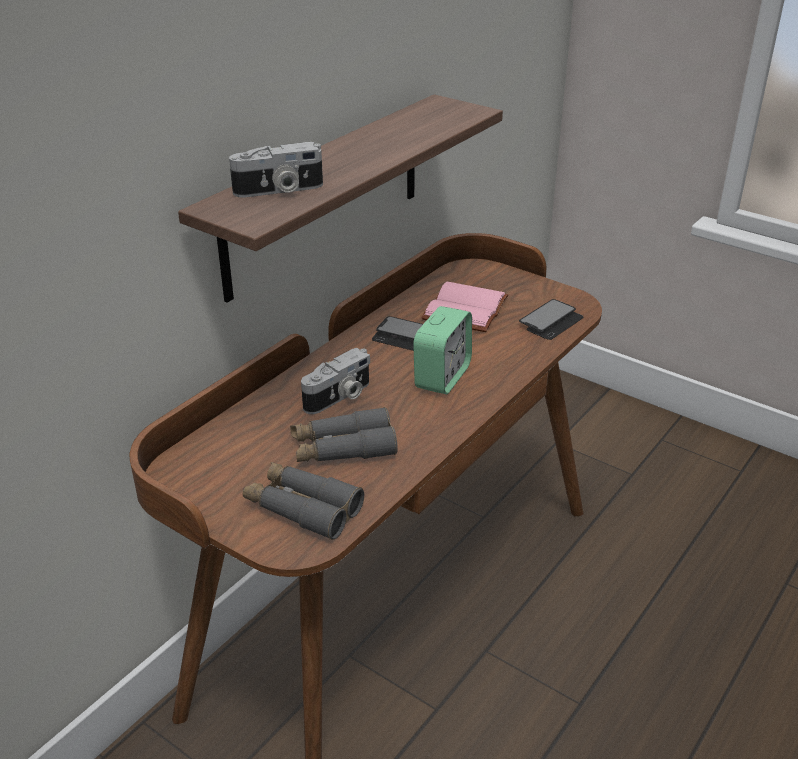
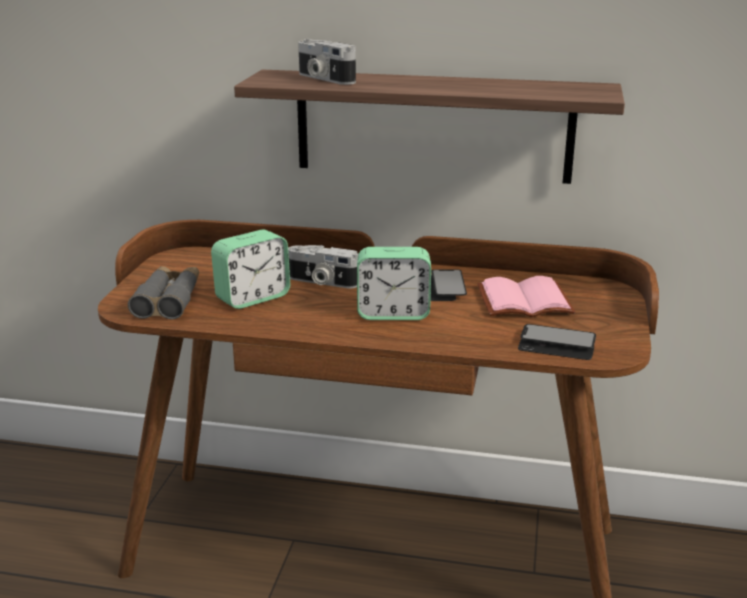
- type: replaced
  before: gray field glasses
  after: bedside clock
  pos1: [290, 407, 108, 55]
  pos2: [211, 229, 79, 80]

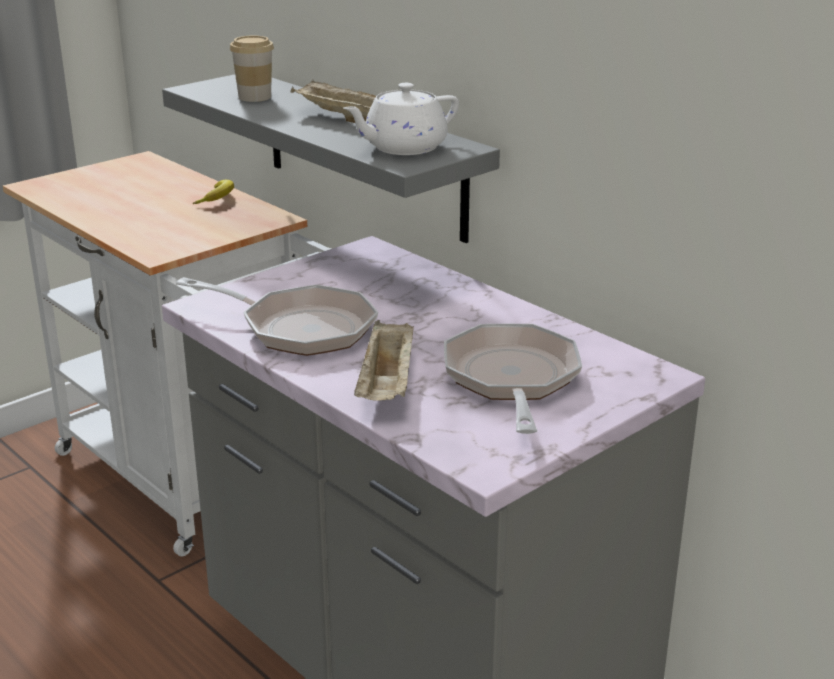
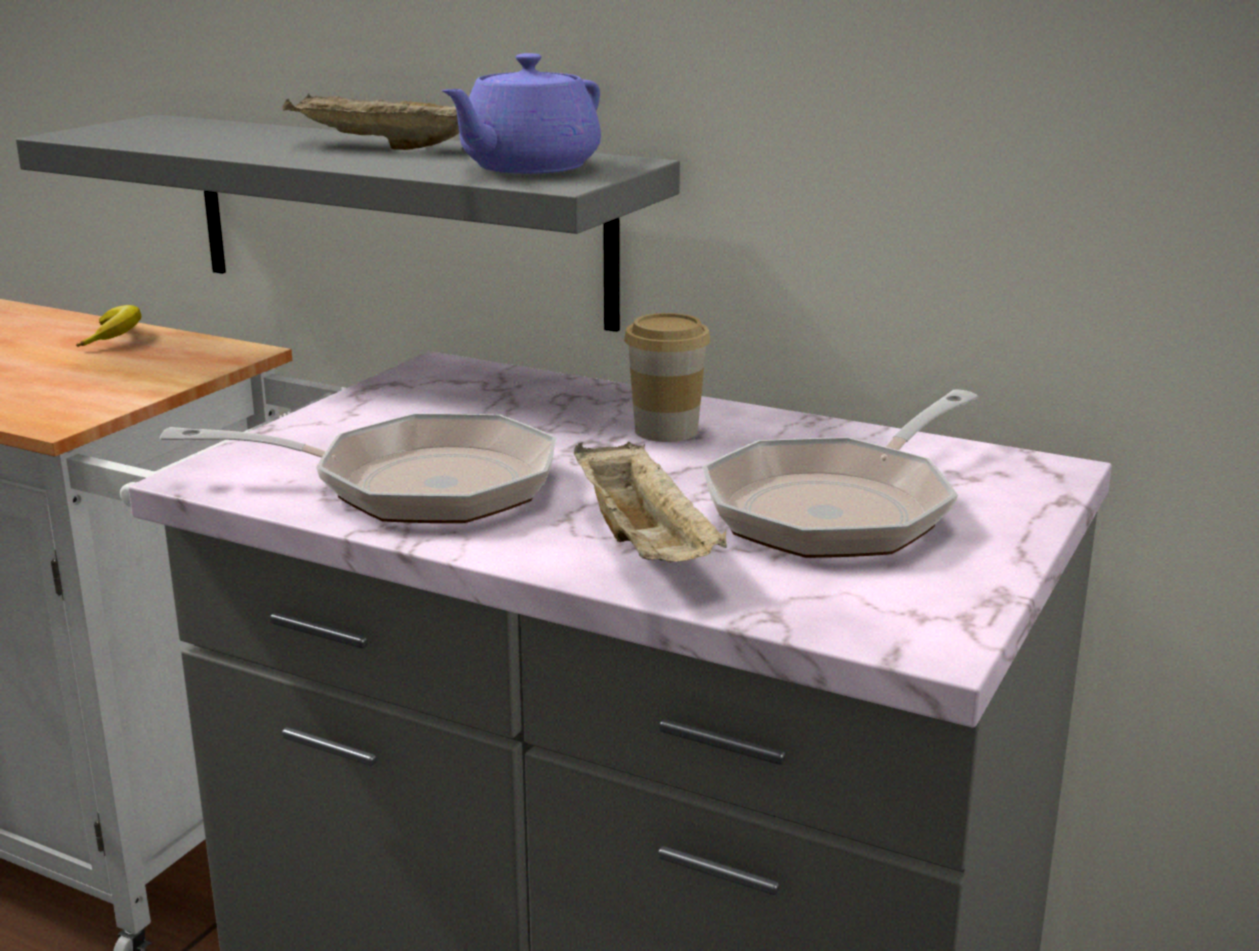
- type: moved
  before: small cup
  pos1: [230, 35, 44, 67]
  pos2: [624, 313, 87, 129]
- type: recoloured
  before: white-coloured pot for tea
  after: purple pot for tea
  pos1: [343, 83, 116, 72]
  pos2: [442, 53, 159, 121]
- type: turned
  before: frying pan
  pos1: [444, 324, 138, 110]
  pos2: [703, 390, 275, 168]
  turn: -120

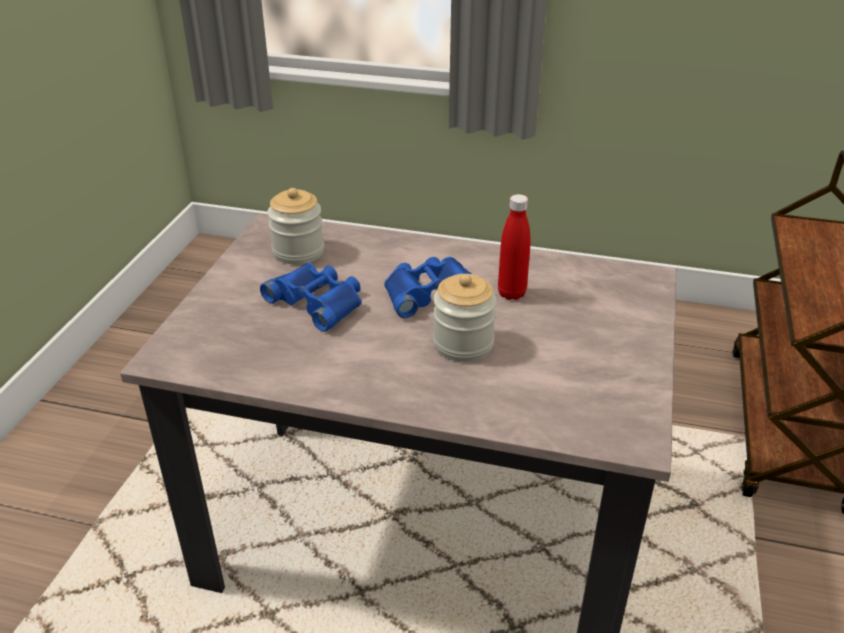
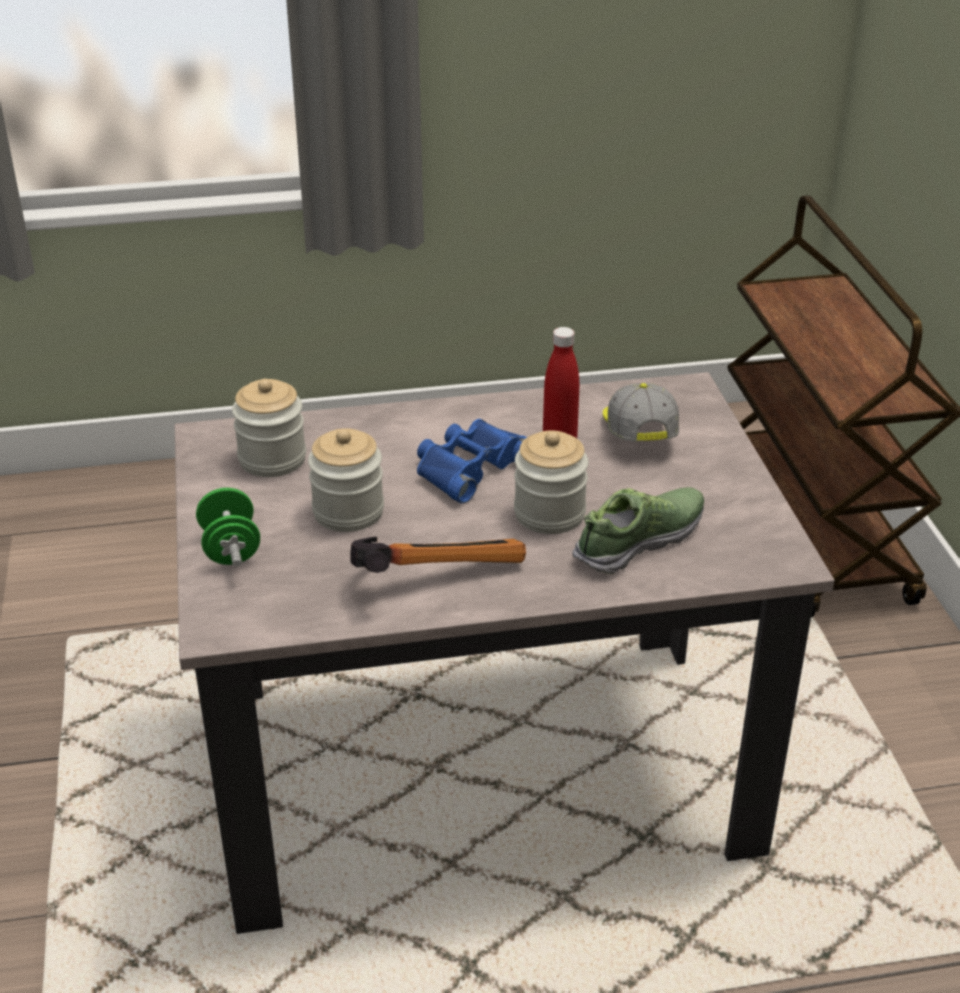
- type: replaced
  before: bluish field glasses
  after: jar
  pos1: [260, 263, 101, 69]
  pos2: [308, 428, 76, 104]
- type: added
  after: green free weight
  pos2: [196, 488, 64, 79]
- type: added
  after: hammer
  pos2: [350, 537, 176, 36]
- type: added
  after: shoe
  pos2: [573, 487, 131, 87]
- type: added
  after: cap
  pos2: [603, 383, 76, 58]

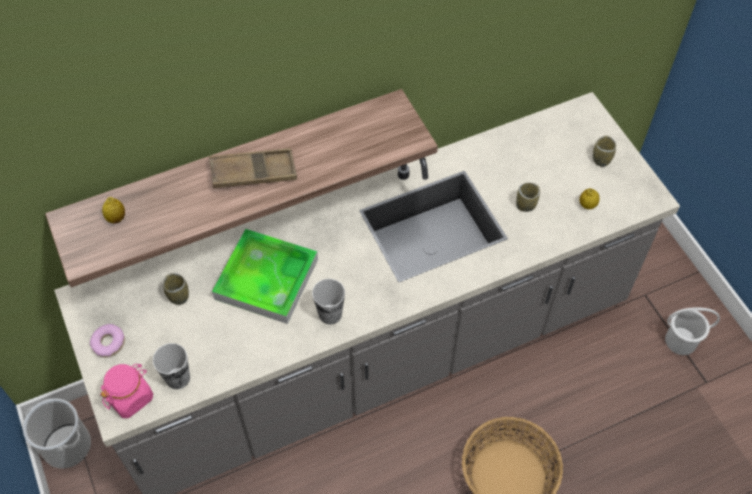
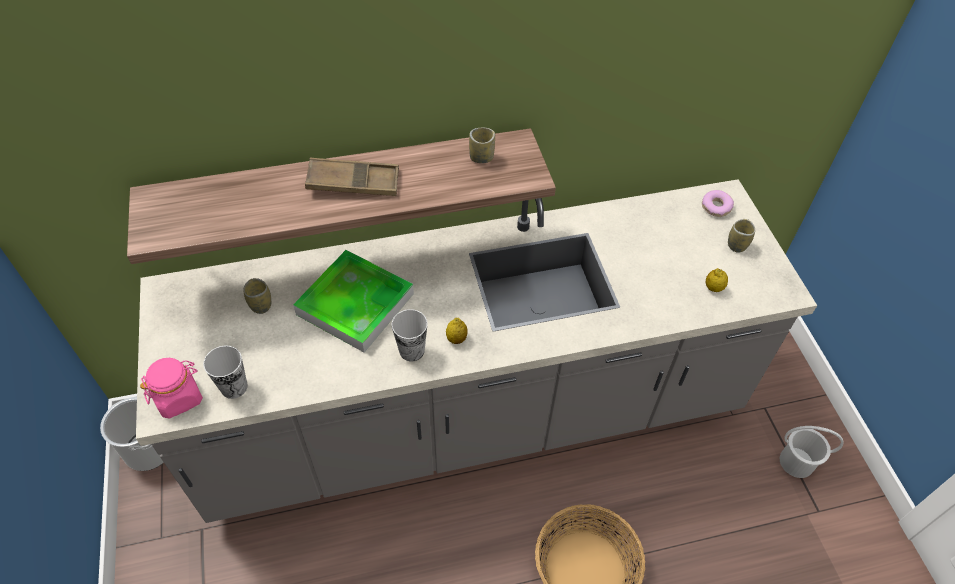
- type: moved
  before: donut
  pos1: [90, 324, 35, 34]
  pos2: [702, 190, 32, 27]
- type: moved
  before: lemon
  pos1: [102, 197, 23, 27]
  pos2: [446, 318, 22, 26]
- type: moved
  before: small cup
  pos1: [516, 182, 24, 30]
  pos2: [469, 128, 26, 35]

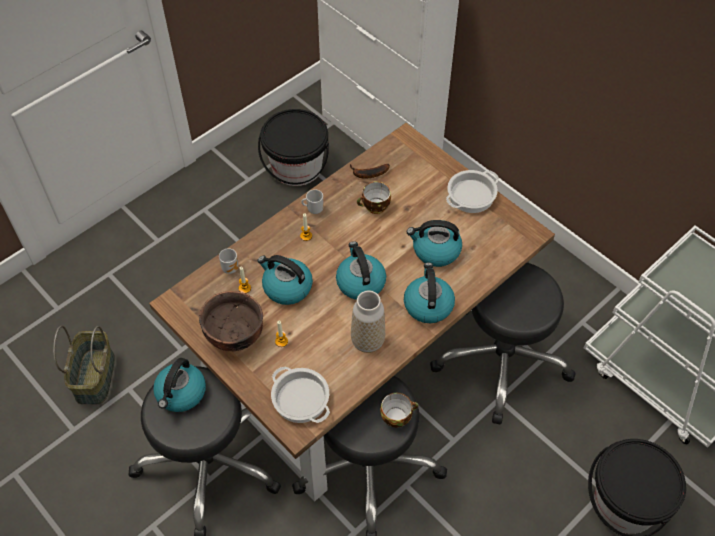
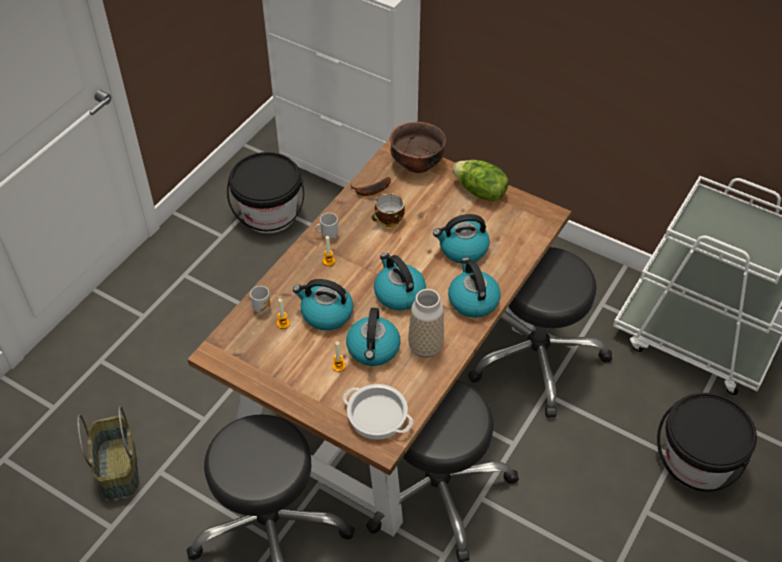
- type: moved
  before: tea kettle
  pos1: [153, 358, 53, 54]
  pos2: [346, 308, 54, 58]
- type: moved
  before: brown-coloured serving bowl
  pos1: [199, 291, 64, 60]
  pos2: [390, 122, 56, 51]
- type: removed
  before: small cup
  pos1: [380, 393, 38, 35]
- type: replaced
  before: cooking pot
  after: lettuce
  pos1: [446, 170, 53, 43]
  pos2: [453, 160, 56, 42]

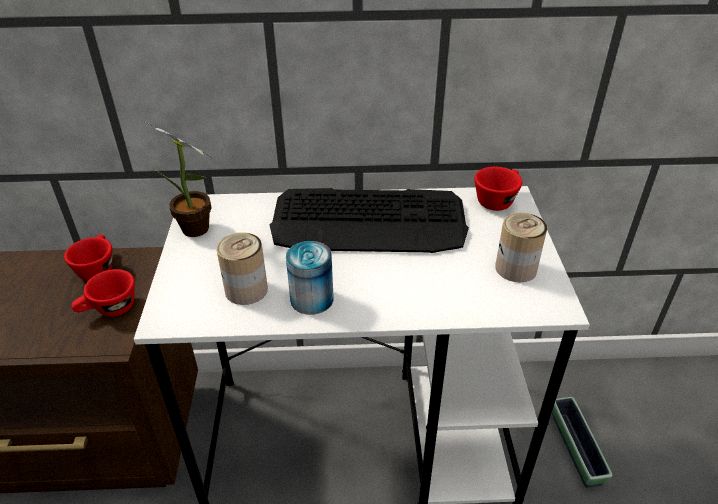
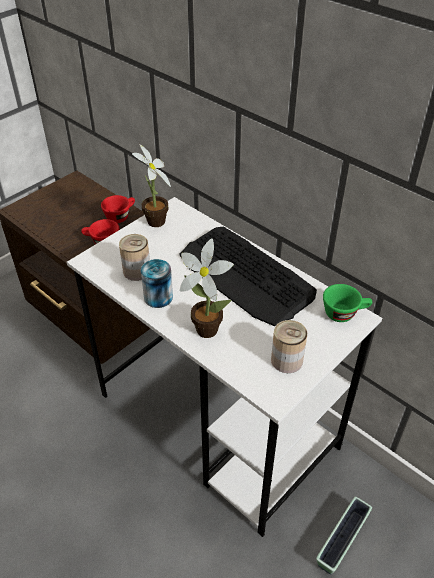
- type: recoloured
  before: red-coloured small cup
  after: green small cup
  pos1: [474, 167, 48, 44]
  pos2: [323, 284, 49, 38]
- type: added
  after: houseplant
  pos2: [180, 238, 54, 100]

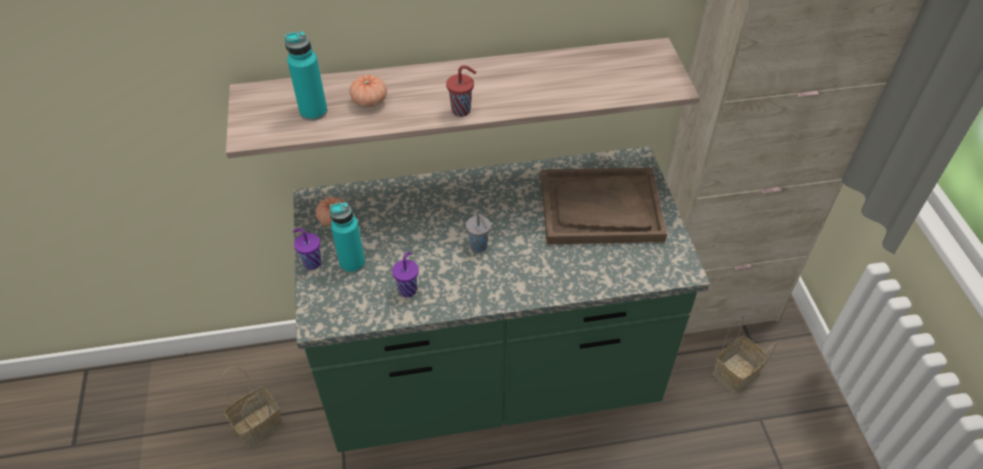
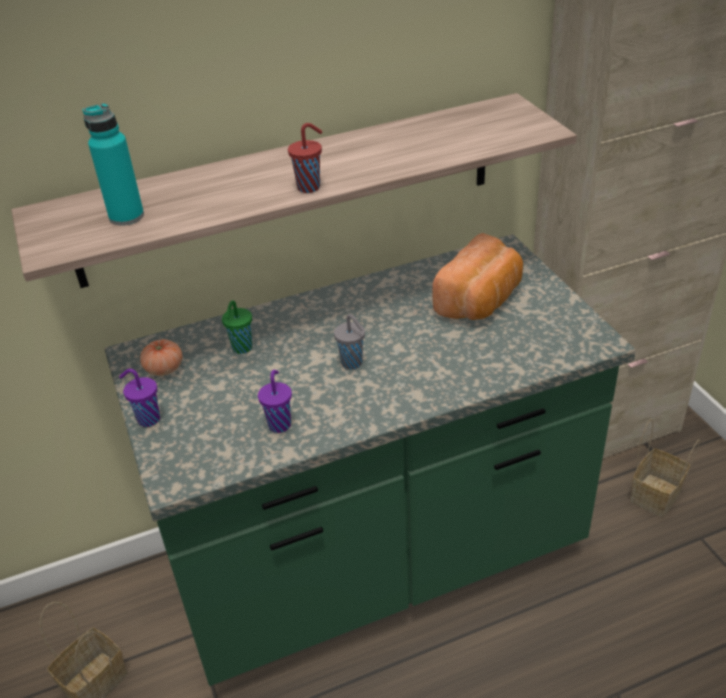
- type: removed
  before: blue-green bottle
  pos1: [329, 202, 36, 71]
- type: removed
  before: fresh tomato
  pos1: [350, 75, 37, 33]
- type: replaced
  before: brown-coloured tray
  after: bakery bread
  pos1: [541, 168, 126, 76]
  pos2: [432, 233, 91, 87]
- type: added
  after: green small cup
  pos2: [222, 300, 30, 54]

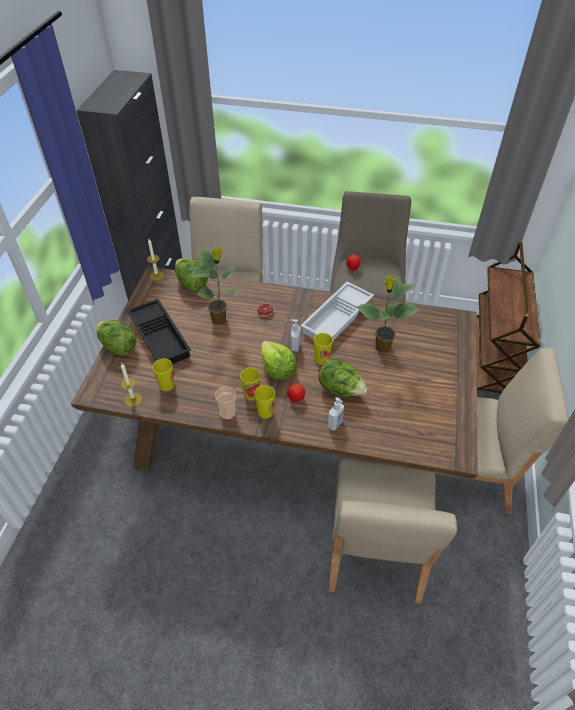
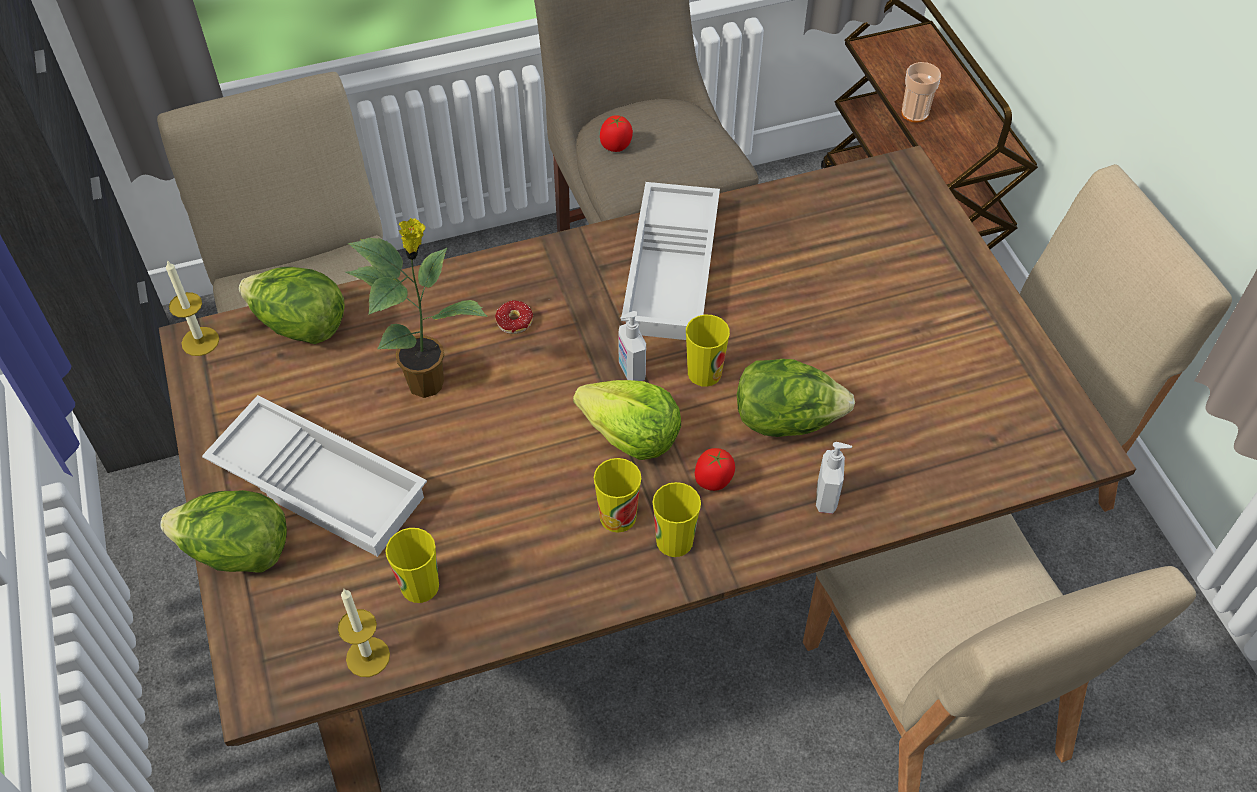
- type: recoloured
  before: black-coloured tray
  after: white-coloured tray
  pos1: [127, 299, 64, 65]
  pos2: [202, 395, 225, 162]
- type: moved
  before: small cup
  pos1: [215, 386, 21, 34]
  pos2: [902, 62, 39, 61]
- type: removed
  before: houseplant
  pos1: [355, 275, 65, 78]

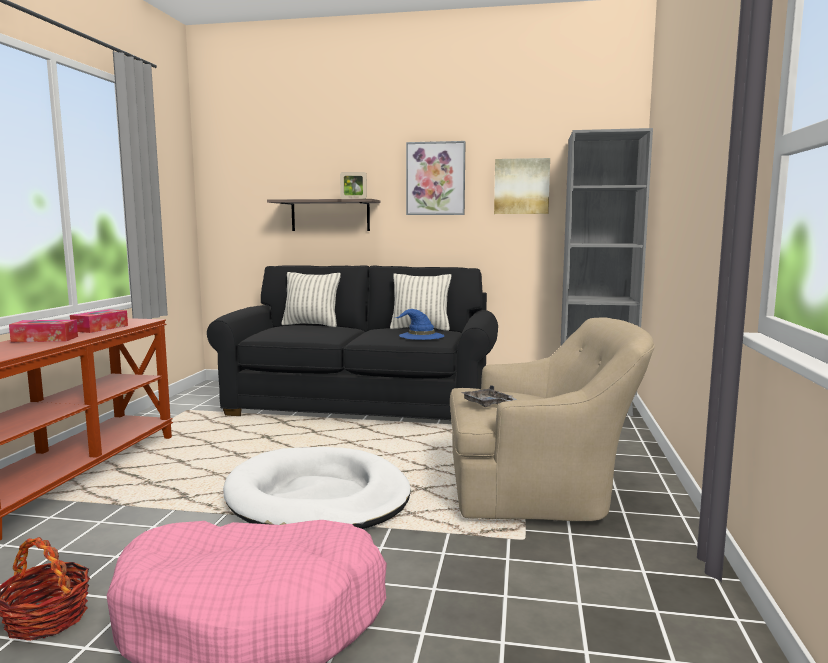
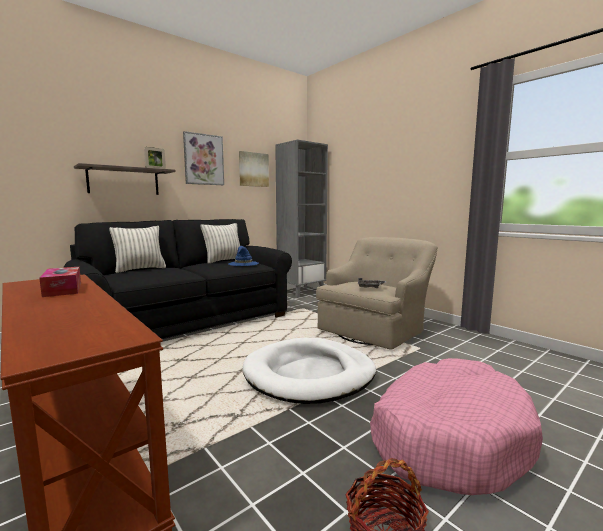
- type: removed
  before: tissue box
  pos1: [9, 320, 69, 22]

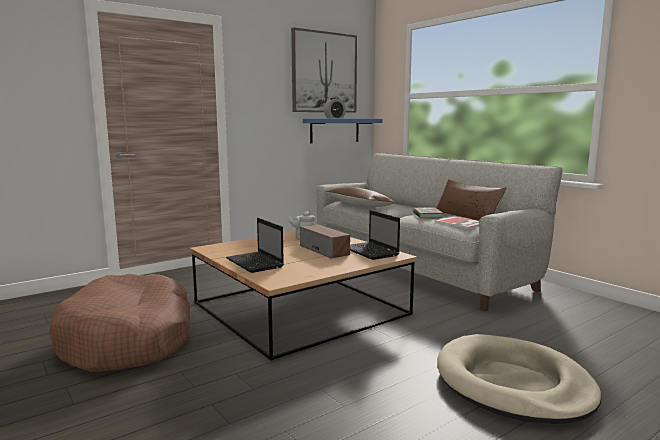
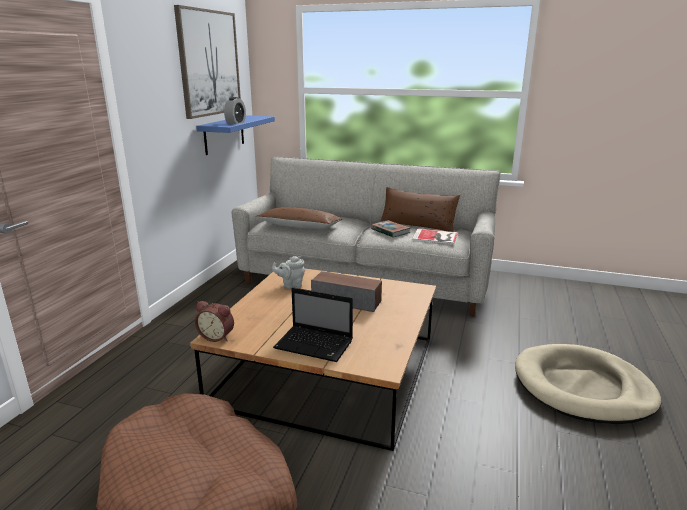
- type: removed
  before: portable computer
  pos1: [350, 210, 50, 50]
- type: added
  after: bedside clock
  pos2: [195, 301, 39, 41]

